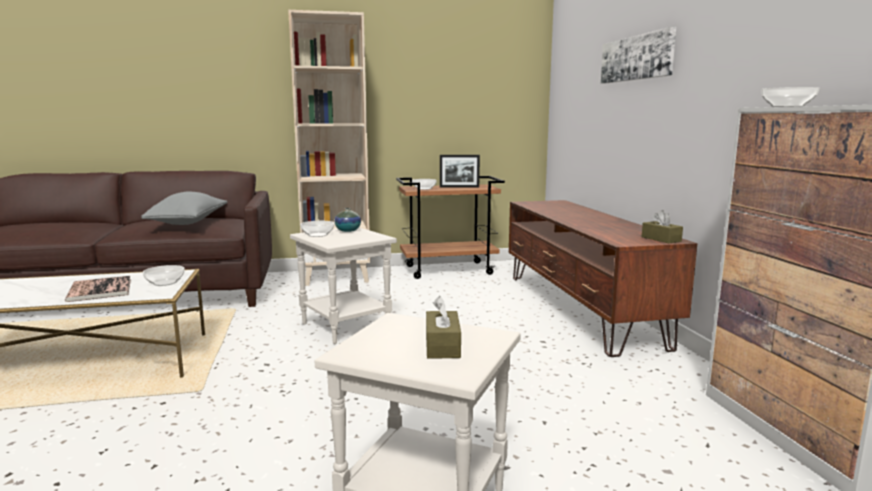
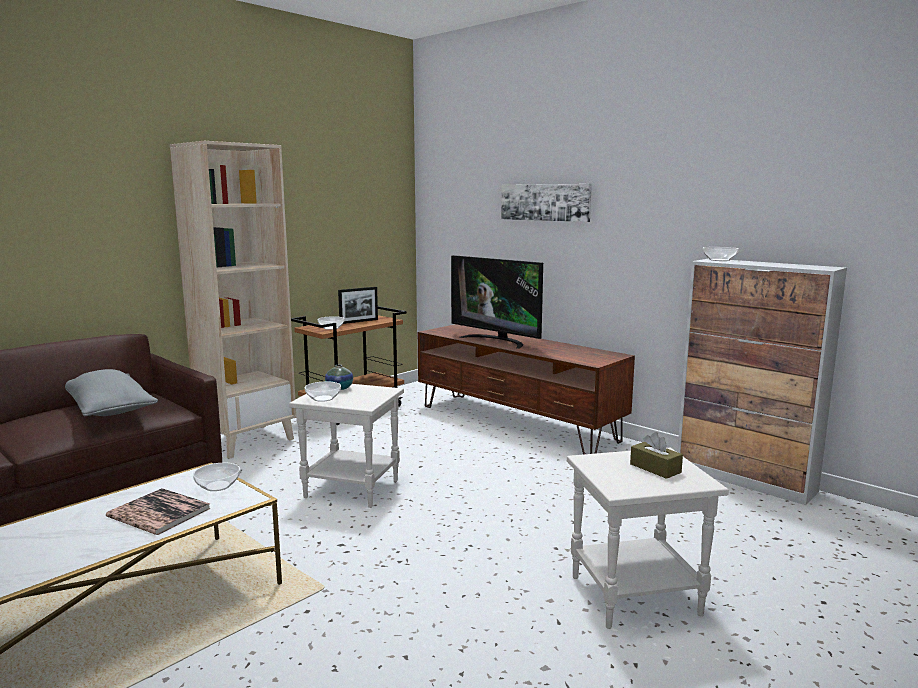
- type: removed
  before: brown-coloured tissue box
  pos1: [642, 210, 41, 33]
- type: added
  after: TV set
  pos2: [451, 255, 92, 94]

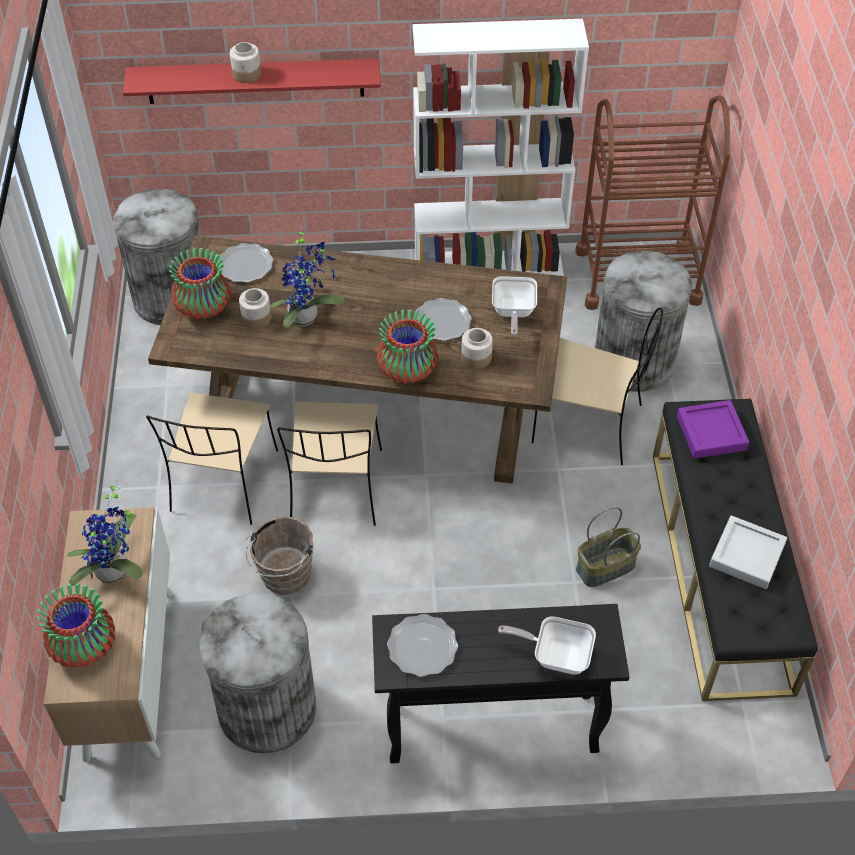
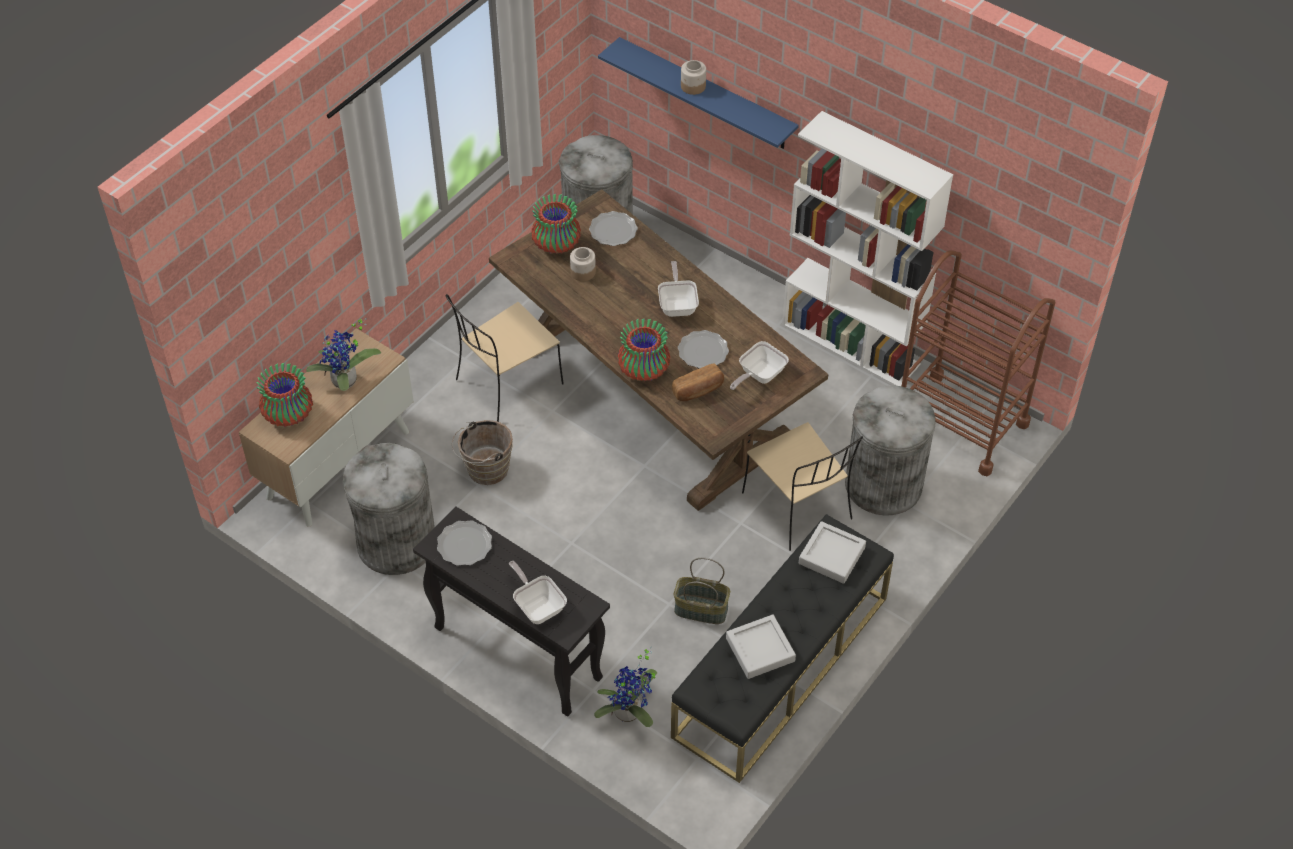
- type: recoloured
  before: red-coloured shelf
  after: bluish shelf
  pos1: [123, 59, 258, 45]
  pos2: [598, 37, 201, 112]
- type: moved
  before: houseplant
  pos1: [270, 227, 74, 101]
  pos2: [594, 646, 63, 81]
- type: removed
  before: sand-coloured upright chair
  pos1: [277, 402, 105, 124]
- type: replaced
  before: jar
  after: bakery bread
  pos1: [461, 328, 32, 41]
  pos2: [672, 364, 52, 37]
- type: recoloured
  before: purple tray
  after: gray tray
  pos1: [677, 400, 72, 59]
  pos2: [799, 521, 67, 63]
- type: added
  after: frying pan
  pos2: [658, 261, 41, 56]

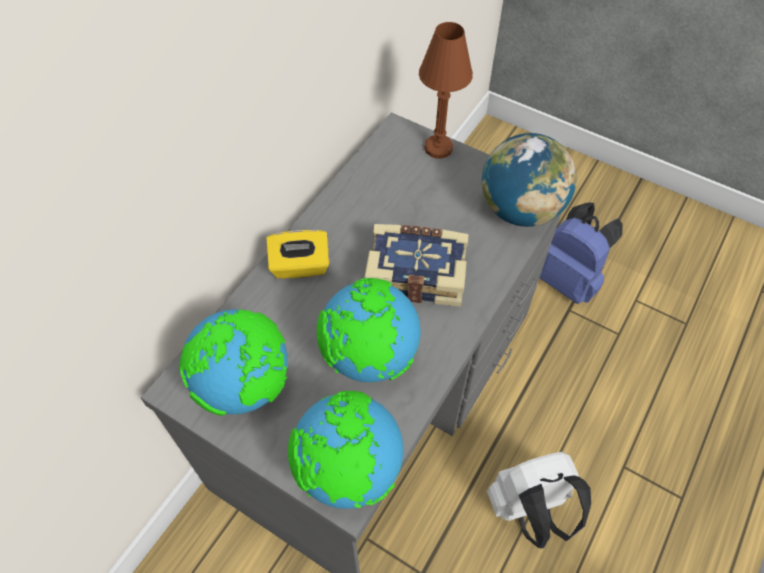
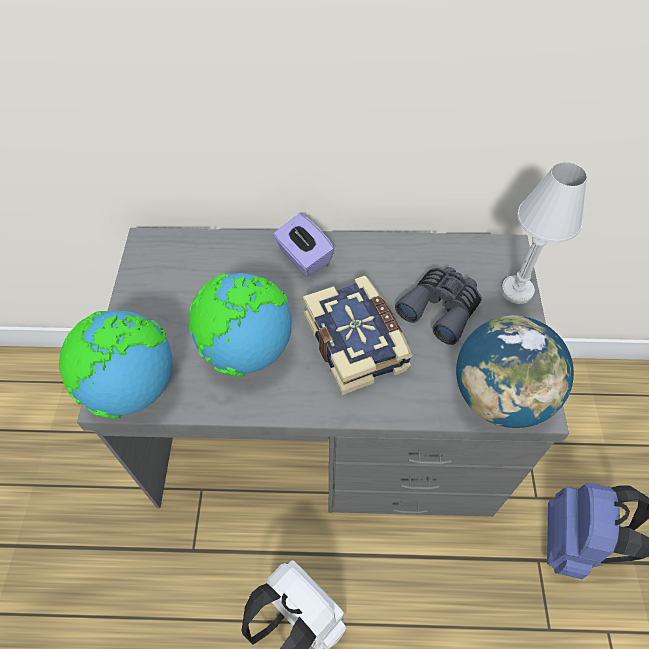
- type: removed
  before: world globe
  pos1: [179, 309, 109, 107]
- type: recoloured
  before: yellow tissue box
  after: purple tissue box
  pos1: [266, 230, 63, 49]
  pos2: [273, 214, 62, 63]
- type: recoloured
  before: brown-coloured tabletop lamp
  after: white-coloured tabletop lamp
  pos1: [419, 22, 54, 137]
  pos2: [501, 162, 86, 142]
- type: added
  after: gray field glasses
  pos2: [395, 267, 87, 78]

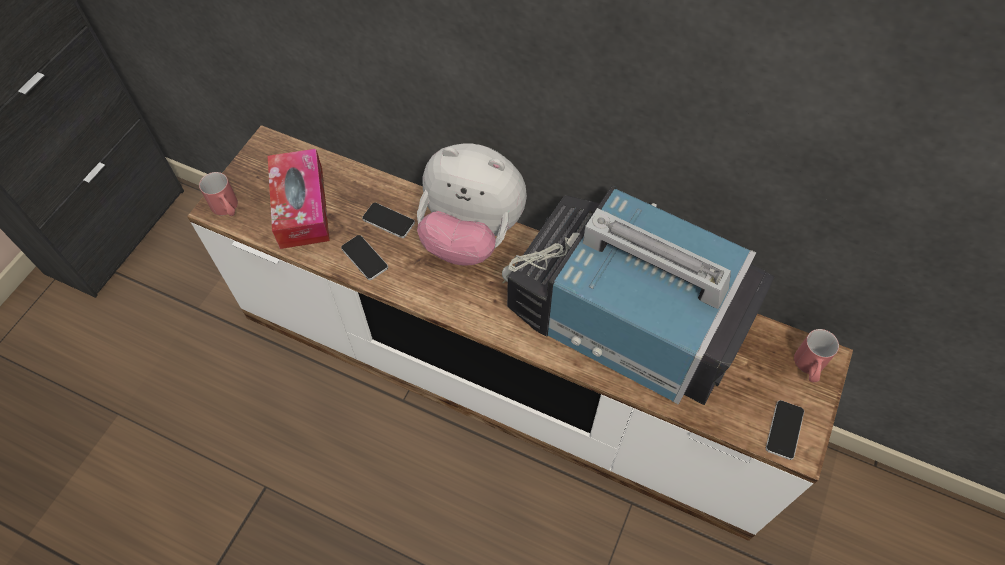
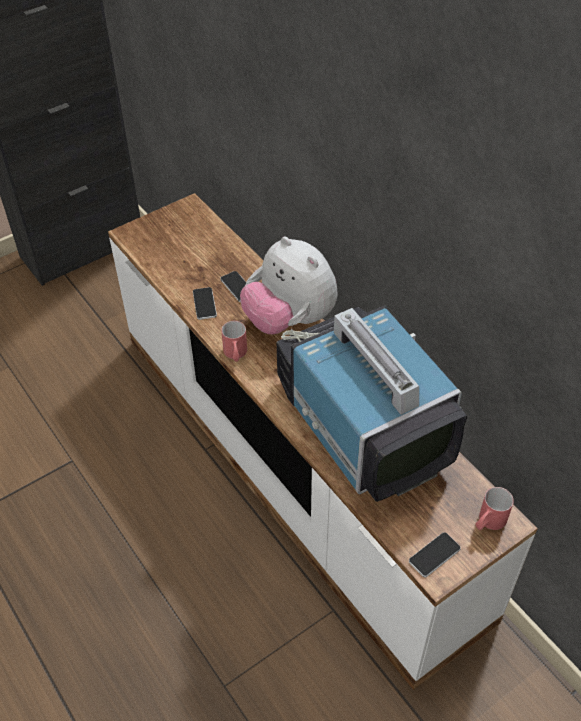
- type: moved
  before: red-coloured mug
  pos1: [199, 172, 39, 44]
  pos2: [221, 321, 26, 41]
- type: removed
  before: tissue box
  pos1: [268, 149, 62, 100]

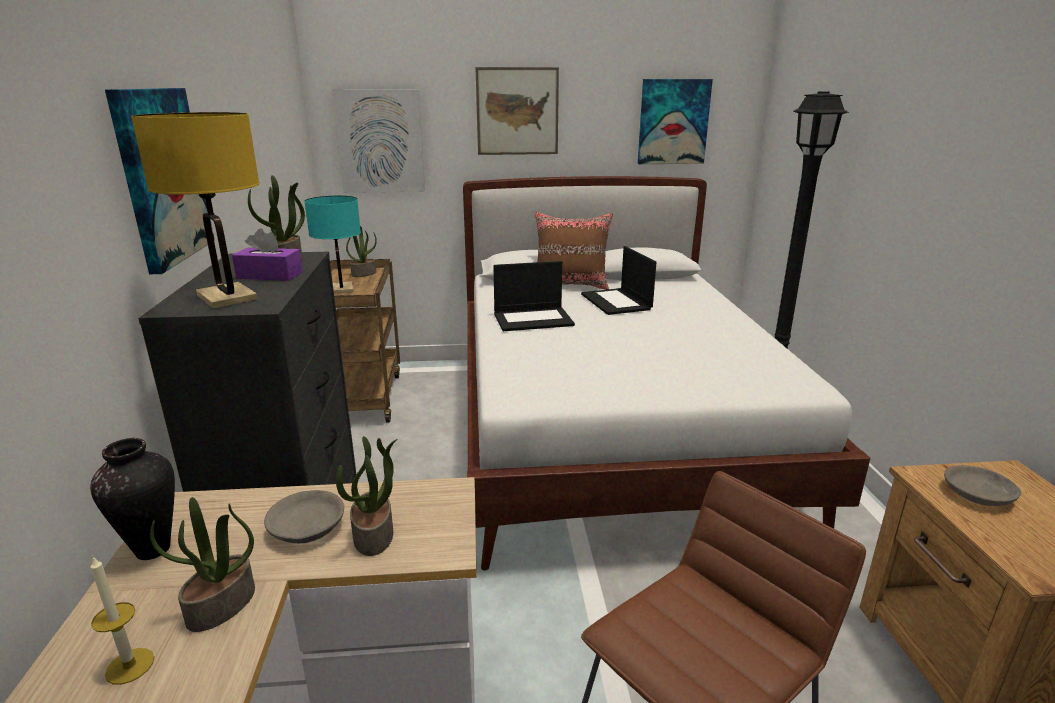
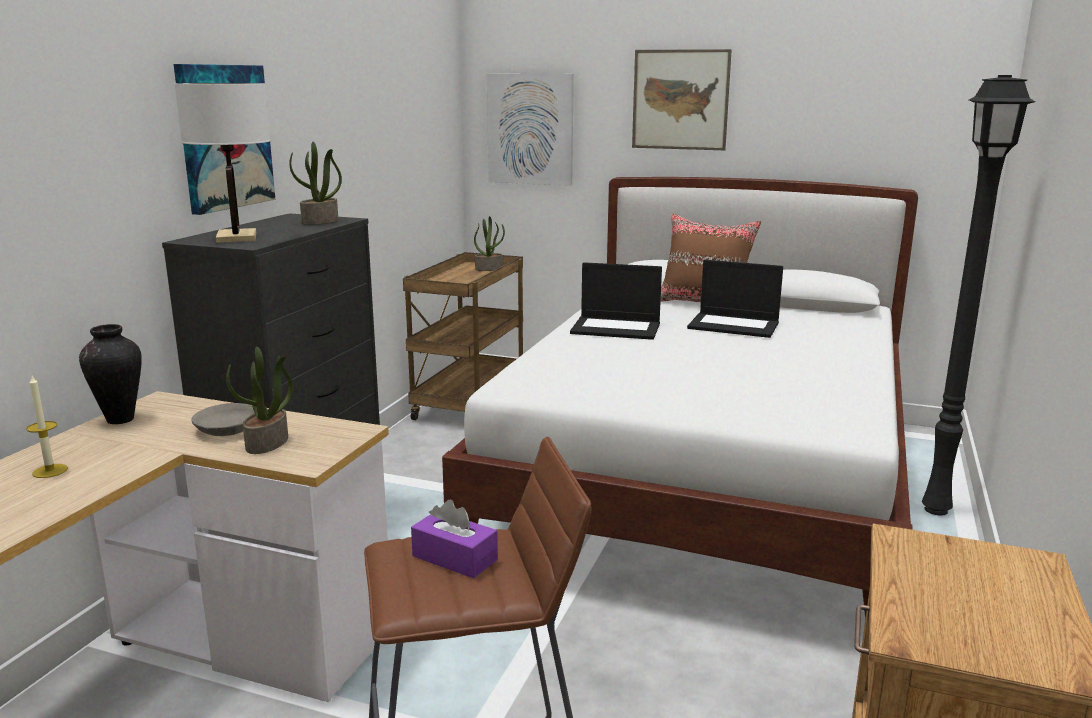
- type: recoloured
  before: yellow tabletop lamp
  after: white-coloured tabletop lamp
  pos1: [131, 112, 129, 197]
  pos2: [174, 83, 96, 160]
- type: removed
  before: houseplant
  pos1: [150, 497, 105, 135]
- type: moved
  before: purple tissue box
  pos1: [232, 228, 71, 53]
  pos2: [411, 500, 87, 79]
- type: removed
  before: blue-green tabletop lamp
  pos1: [304, 196, 57, 98]
- type: turned
  before: portable computer
  pos1: [581, 246, 75, 69]
  pos2: [687, 260, 96, 78]
  turn: -75
- type: removed
  before: wall art
  pos1: [638, 79, 75, 85]
- type: removed
  before: gray serving bowl
  pos1: [944, 465, 77, 41]

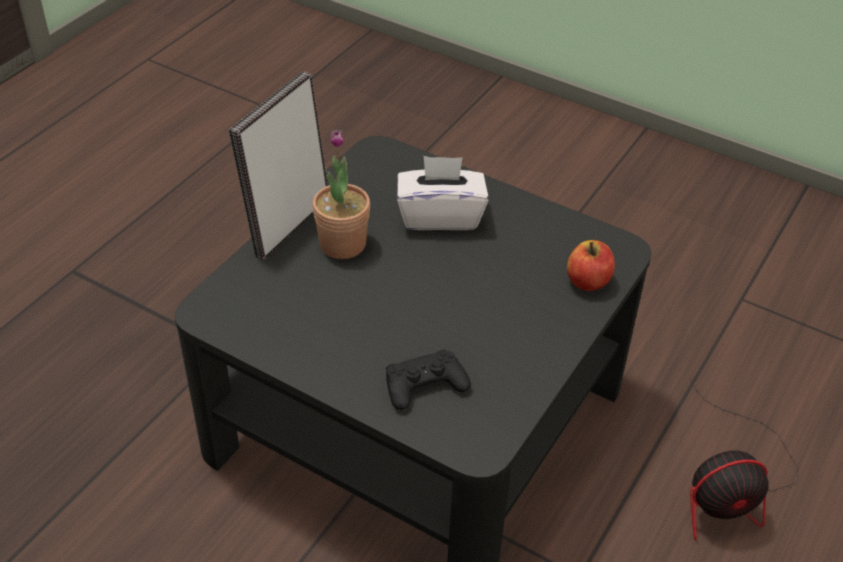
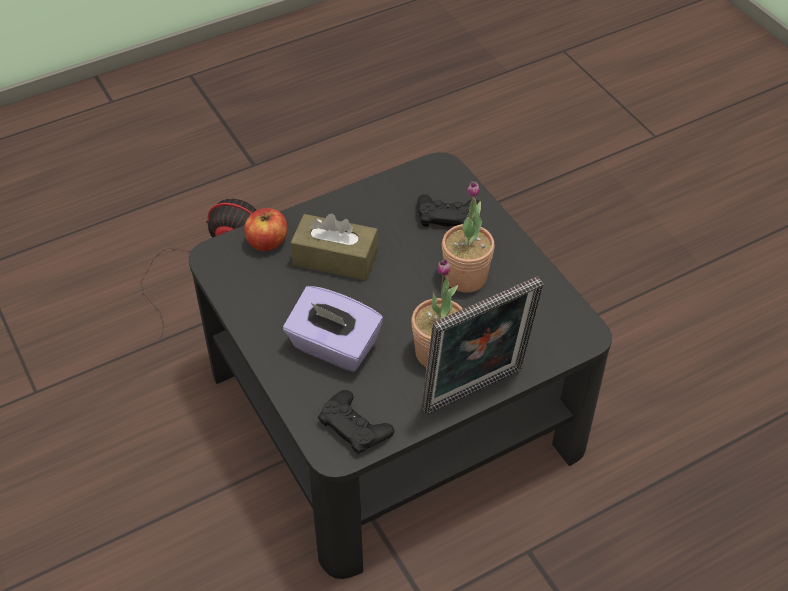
- type: recoloured
  before: white-coloured tissue box
  after: purple tissue box
  pos1: [397, 156, 92, 74]
  pos2: [283, 286, 100, 86]
- type: added
  after: brown-coloured tissue box
  pos2: [291, 214, 87, 66]
- type: added
  after: black-coloured joypad
  pos2: [318, 390, 76, 64]
- type: added
  after: houseplant
  pos2: [442, 181, 53, 112]

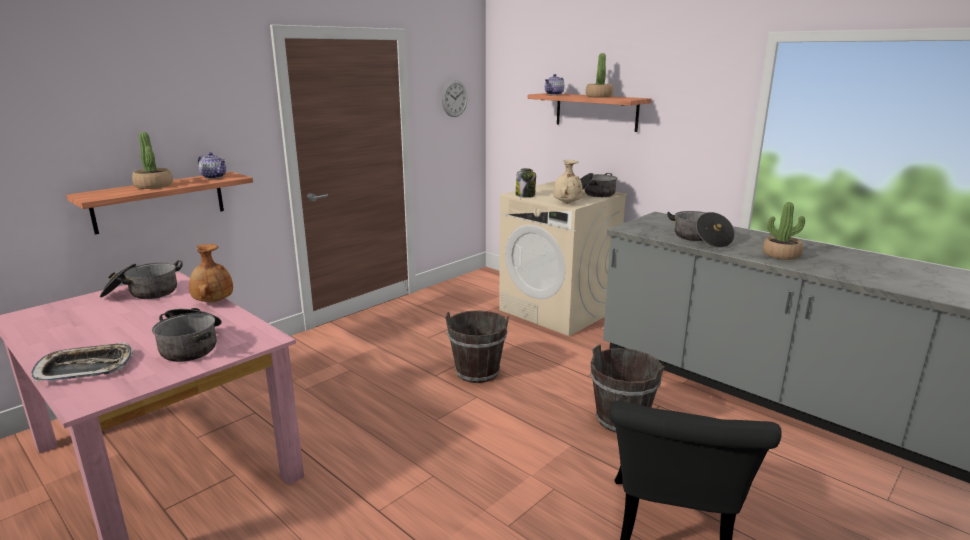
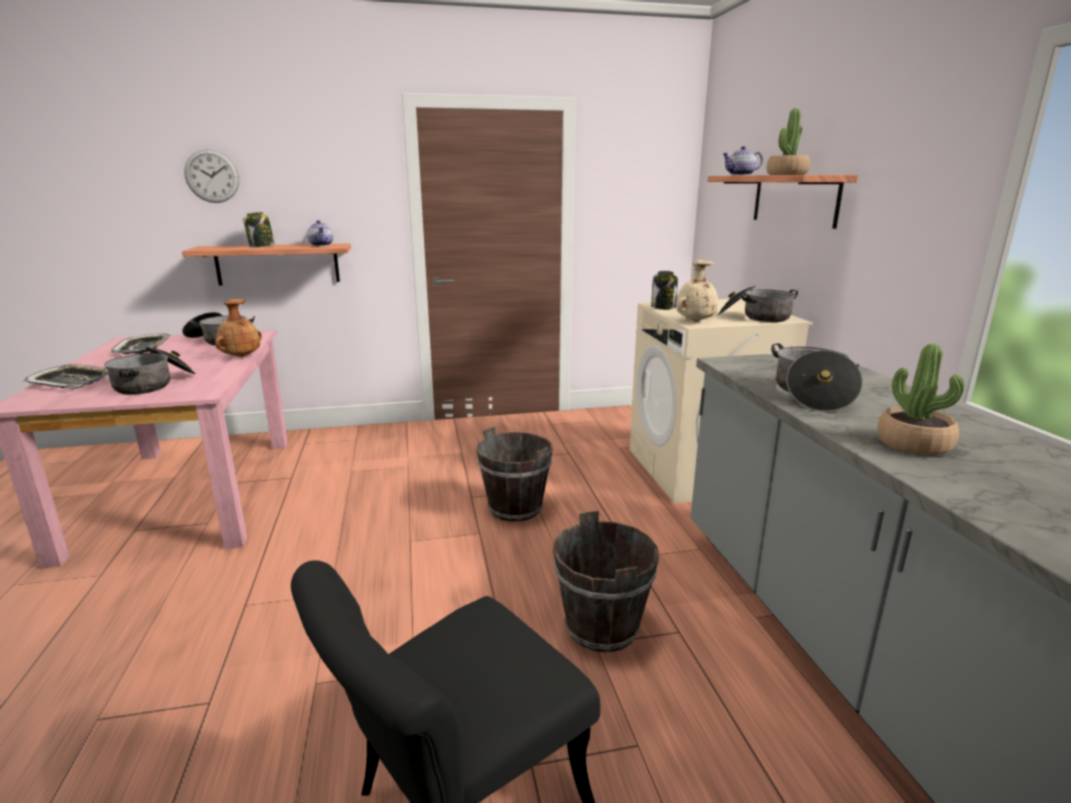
- type: replaced
  before: houseplant
  after: jar
  pos1: [132, 132, 41, 57]
  pos2: [243, 212, 32, 36]
- type: moved
  before: clock on the wall
  pos1: [442, 80, 26, 37]
  pos2: [184, 149, 55, 54]
- type: added
  after: tray
  pos2: [111, 333, 60, 21]

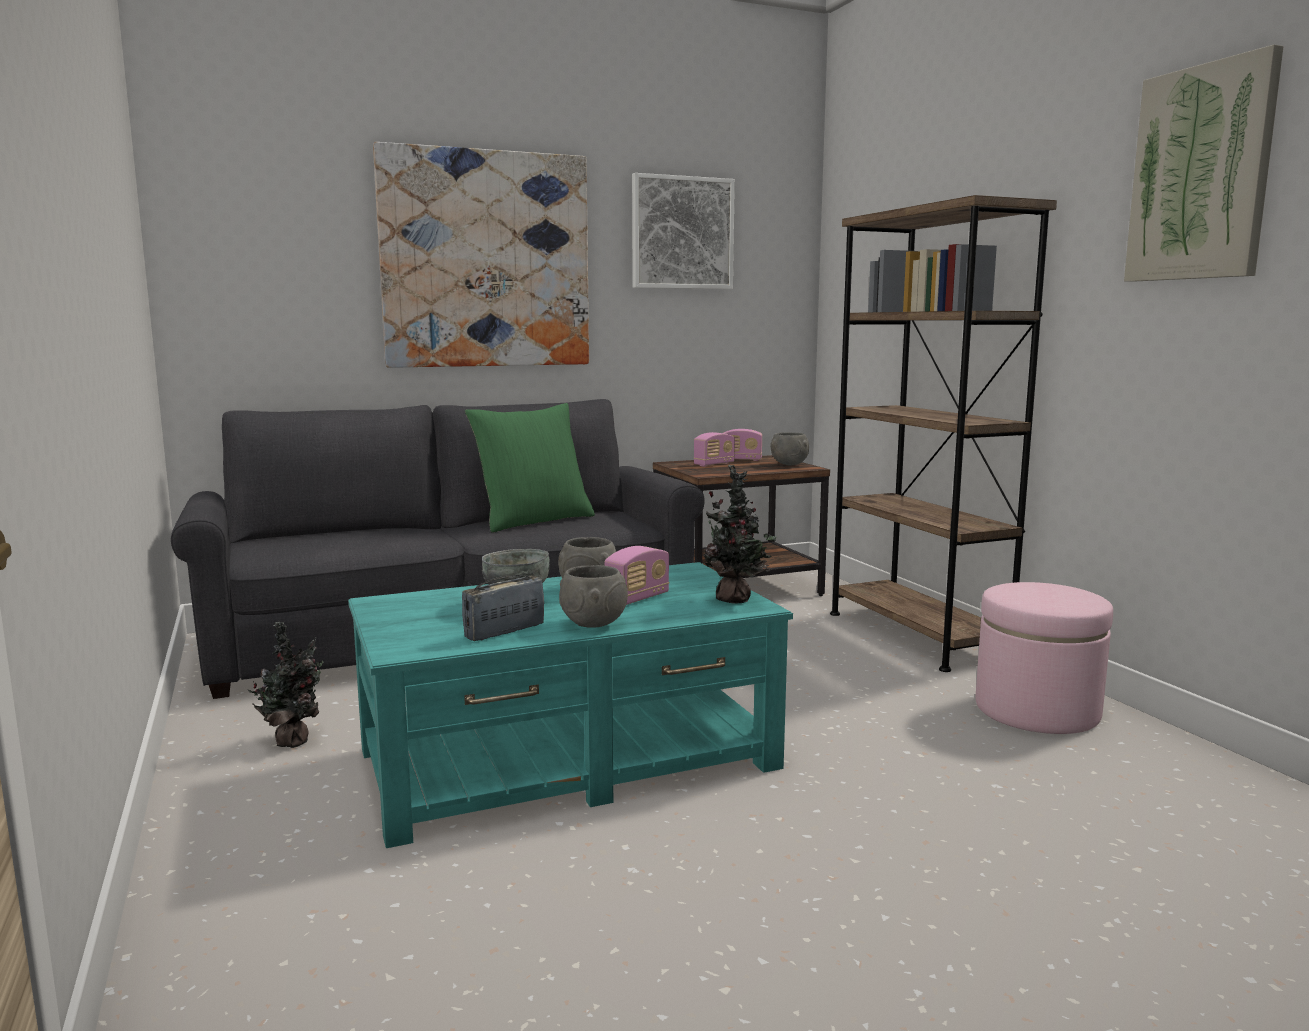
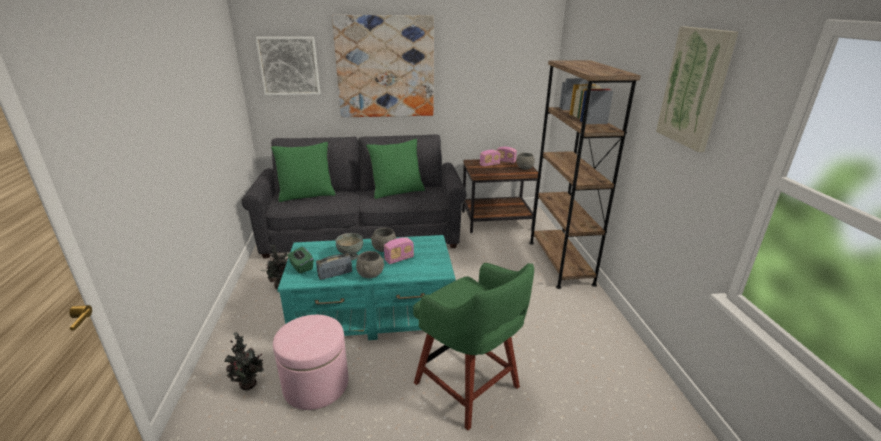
- type: moved
  before: wall art
  pos1: [632, 173, 103, 116]
  pos2: [255, 37, 65, 58]
- type: moved
  before: houseplant
  pos1: [700, 465, 76, 139]
  pos2: [224, 332, 40, 58]
- type: moved
  before: pinkish ottoman
  pos1: [976, 582, 137, 152]
  pos2: [273, 315, 75, 95]
- type: added
  after: green pillow
  pos2: [271, 142, 65, 60]
- type: added
  after: green tissue box
  pos2: [287, 247, 26, 26]
- type: added
  after: green stool
  pos2: [413, 263, 121, 167]

